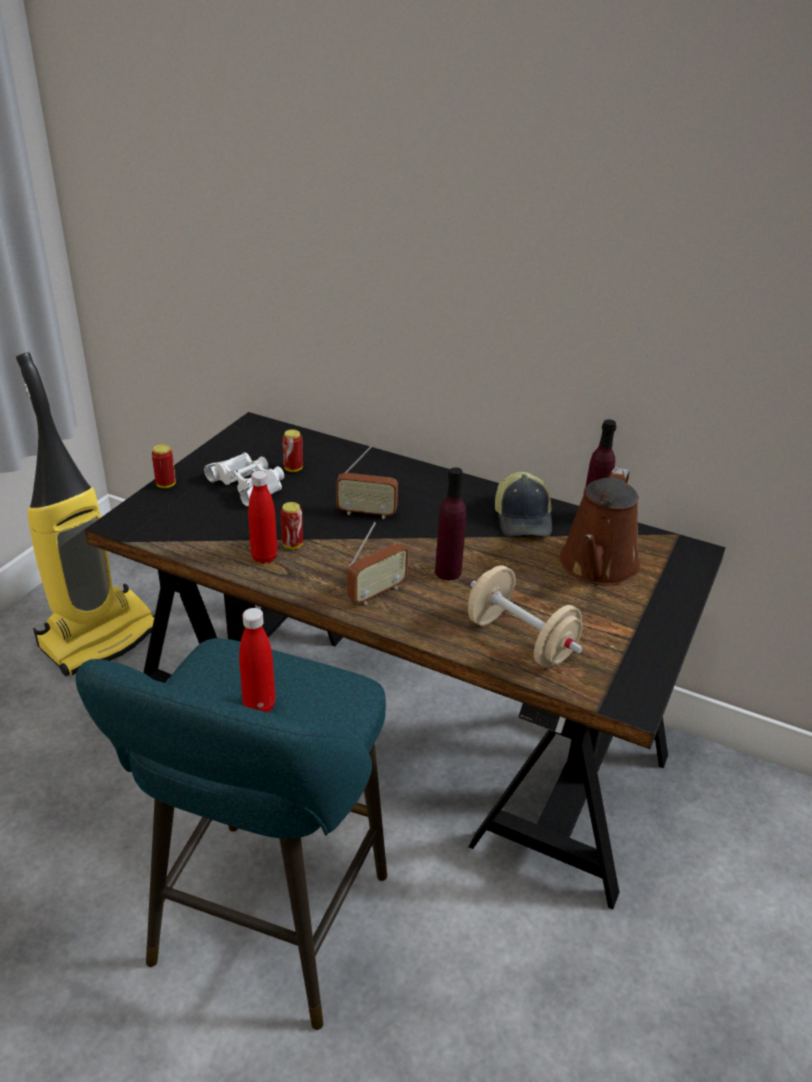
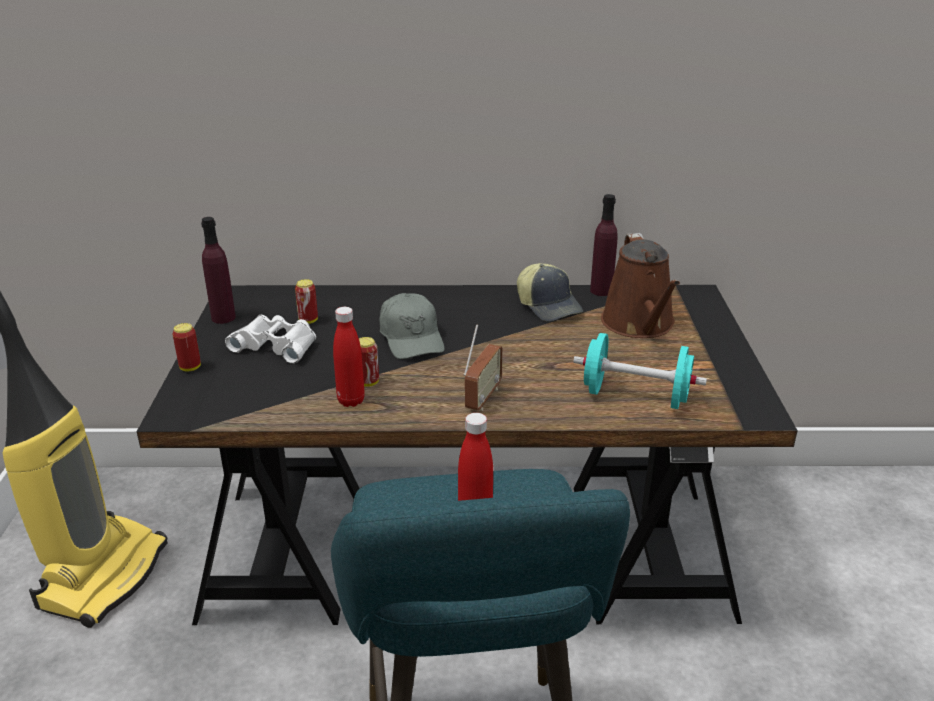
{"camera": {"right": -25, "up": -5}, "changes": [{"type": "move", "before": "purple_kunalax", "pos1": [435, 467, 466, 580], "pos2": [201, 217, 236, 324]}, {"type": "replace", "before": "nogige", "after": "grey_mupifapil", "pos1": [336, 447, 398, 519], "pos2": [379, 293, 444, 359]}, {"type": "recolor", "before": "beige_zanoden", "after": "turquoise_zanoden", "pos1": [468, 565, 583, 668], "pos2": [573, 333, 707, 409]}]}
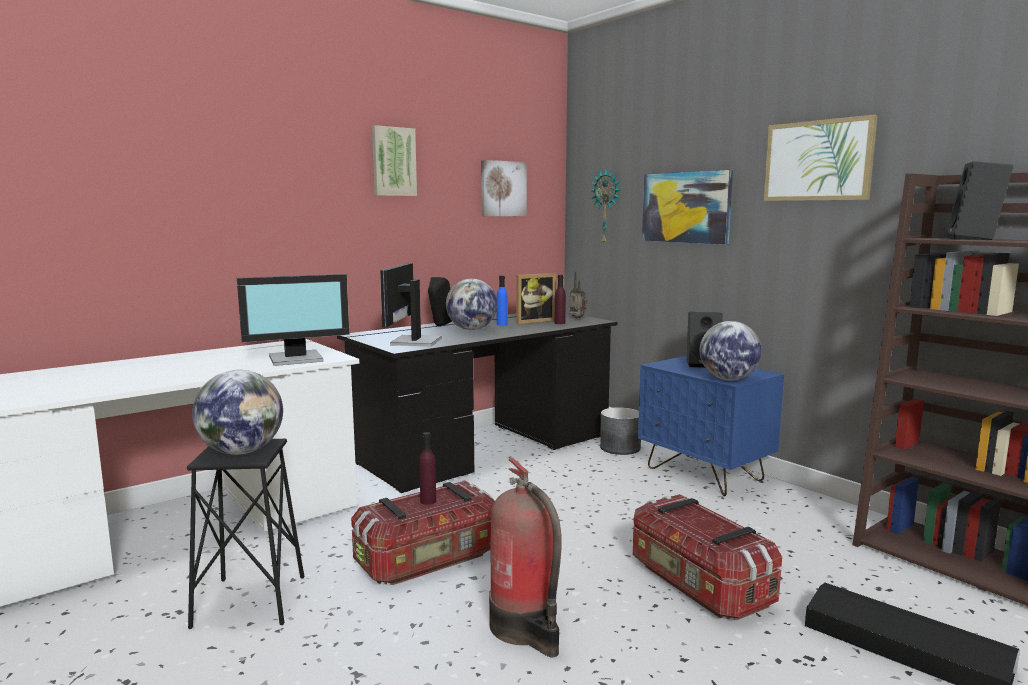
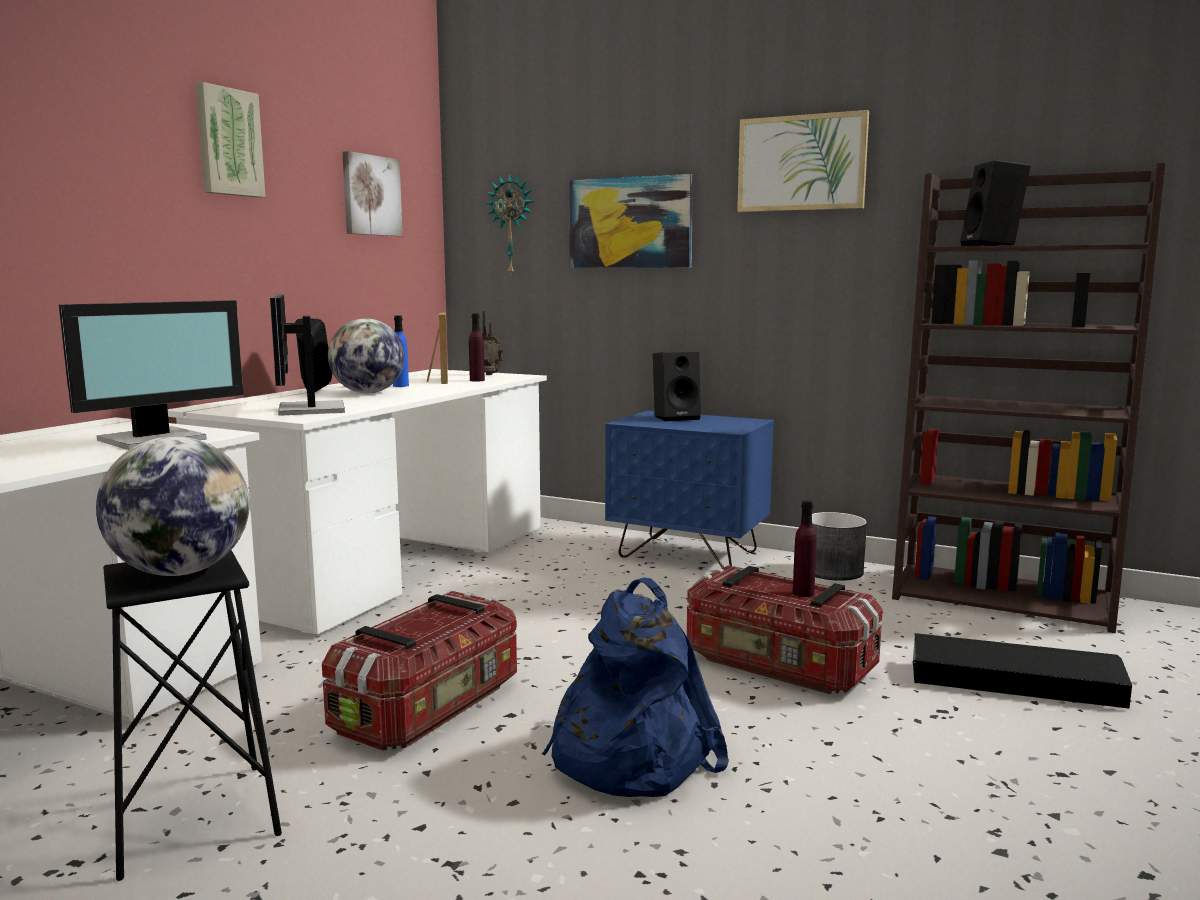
{"camera": {"right": -25, "up": 0}, "changes": [{"type": "recolor", "before": "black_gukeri", "after": "white_gukeri", "pos1": [337, 313, 617, 493], "pos2": [168, 369, 547, 636]}, {"type": "rotate", "before": "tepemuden", "pos1": [516, 273, 556, 324], "pos2": [427, 312, 448, 384], "turn": -45}, {"type": "replace", "before": "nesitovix", "after": "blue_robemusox", "pos1": [489, 458, 561, 657], "pos2": [542, 577, 729, 797]}, {"type": "move", "before": "purple_kunalax", "pos1": [419, 432, 436, 505], "pos2": [793, 500, 817, 597]}, {"type": "move", "before": "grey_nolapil", "pos1": [600, 407, 641, 455], "pos2": [812, 512, 867, 581]}, {"type": "delete", "before": "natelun", "pos1": [700, 321, 762, 380]}]}
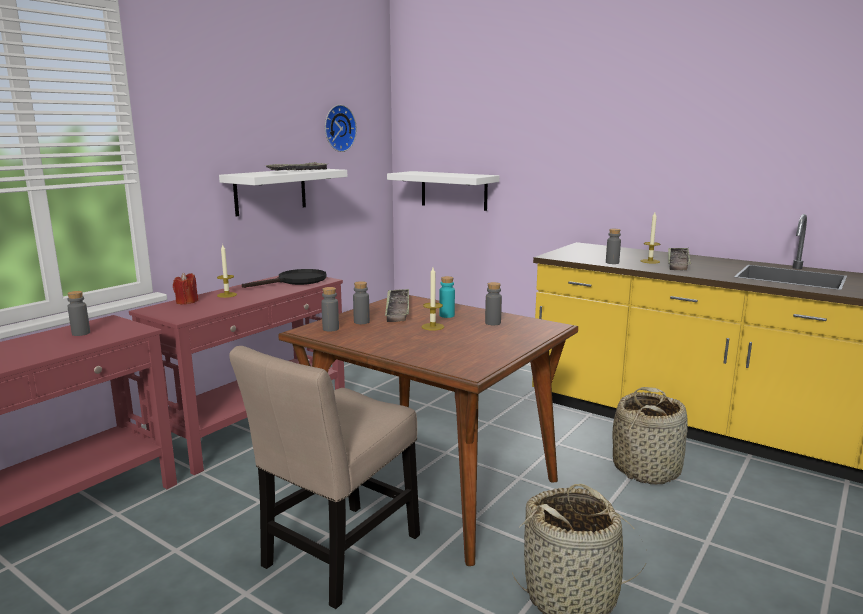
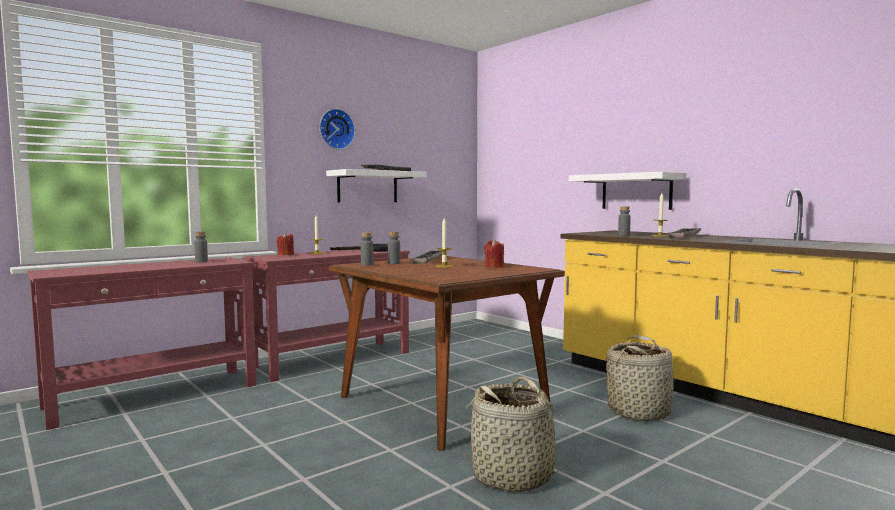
{"camera": {"right": 15, "up": -10}, "changes": [{"type": "move", "before": "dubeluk", "pos1": [325, 105, 357, 152], "pos2": [319, 109, 355, 149]}, {"type": "replace", "before": "grey_kunalax", "after": "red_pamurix", "pos1": [485, 282, 502, 325], "pos2": [484, 239, 504, 268]}, {"type": "move", "before": "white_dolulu", "pos1": [387, 171, 499, 211], "pos2": [569, 172, 686, 210]}, {"type": "delete", "before": "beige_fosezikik", "pos1": [229, 346, 420, 609]}, {"type": "delete", "before": "turquoise_kunalax", "pos1": [439, 276, 455, 318]}]}
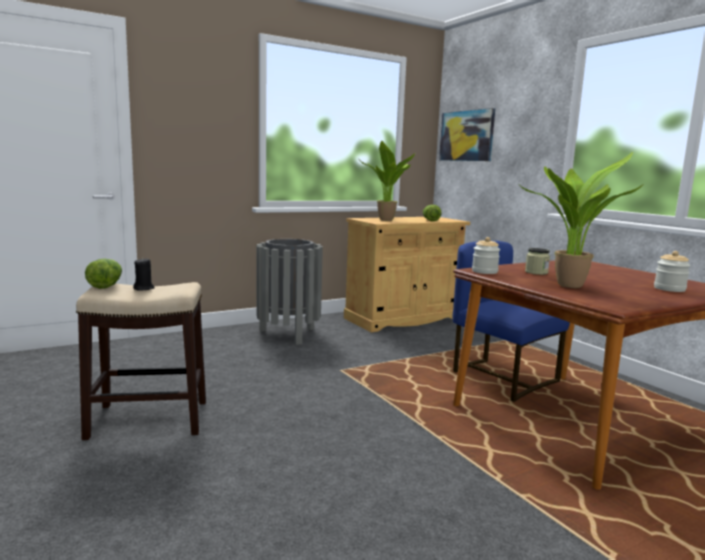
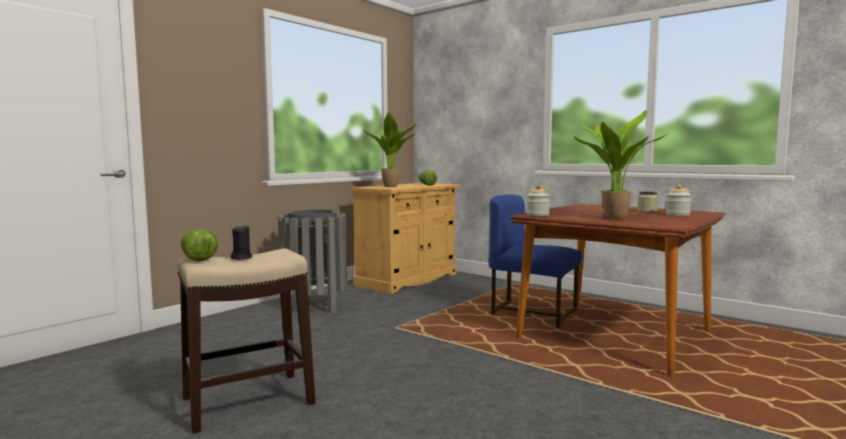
{"camera": {"right": -20, "up": -5}, "changes": [{"type": "move", "before": "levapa", "pos1": [525, 248, 550, 275], "pos2": [638, 192, 658, 212]}, {"type": "delete", "before": "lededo", "pos1": [439, 108, 495, 161]}]}
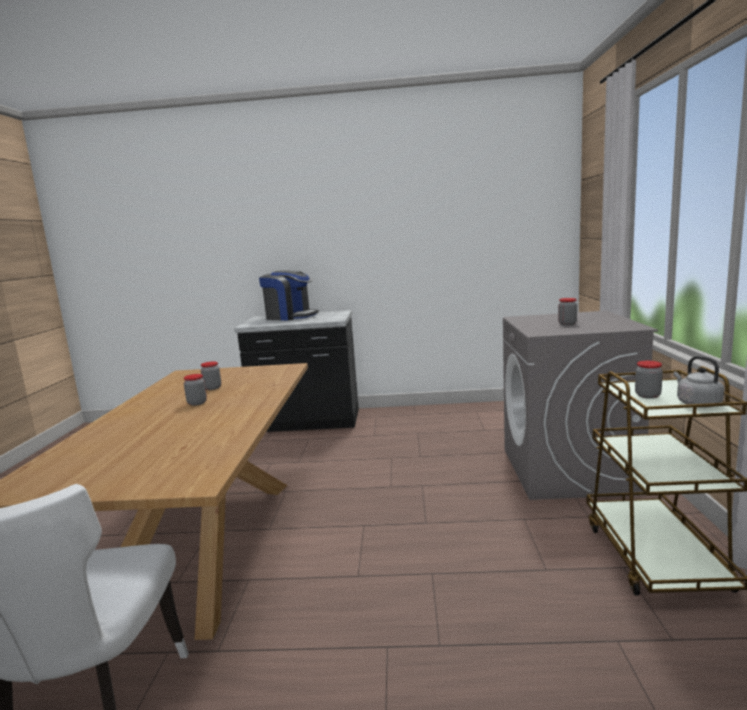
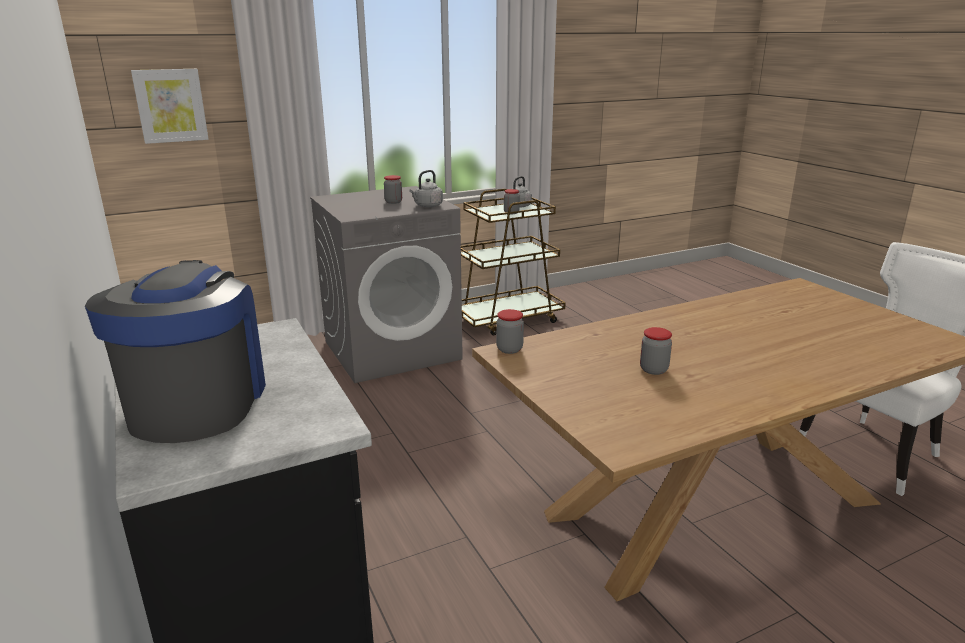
{"camera": {"right": -120, "up": 10}, "changes": [{"type": "insert", "after": "lededo", "pos2": [131, 69, 209, 144]}, {"type": "insert", "after": "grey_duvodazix", "pos2": [409, 170, 443, 207]}, {"type": "move", "before": "levapa", "pos1": [184, 374, 207, 406], "pos2": [496, 309, 524, 354]}]}
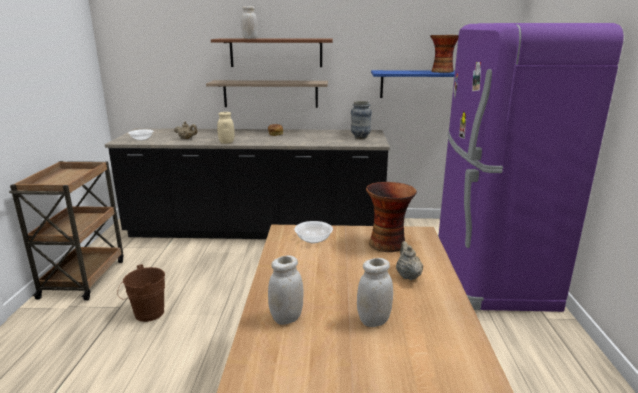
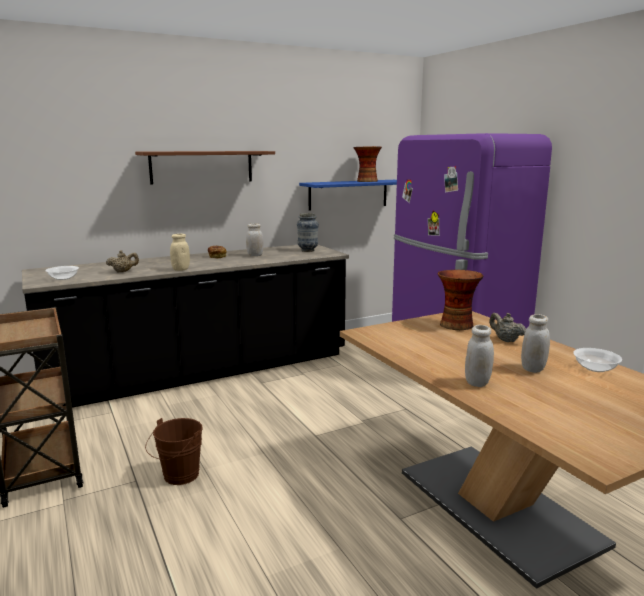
{"camera": {"right": -30, "up": -5}, "changes": [{"type": "move", "before": "white_levapa", "pos1": [241, 6, 258, 39], "pos2": [246, 224, 263, 256]}, {"type": "move", "before": "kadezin", "pos1": [294, 221, 333, 243], "pos2": [573, 348, 622, 372]}, {"type": "delete", "before": "dolulu", "pos1": [206, 80, 328, 108]}]}
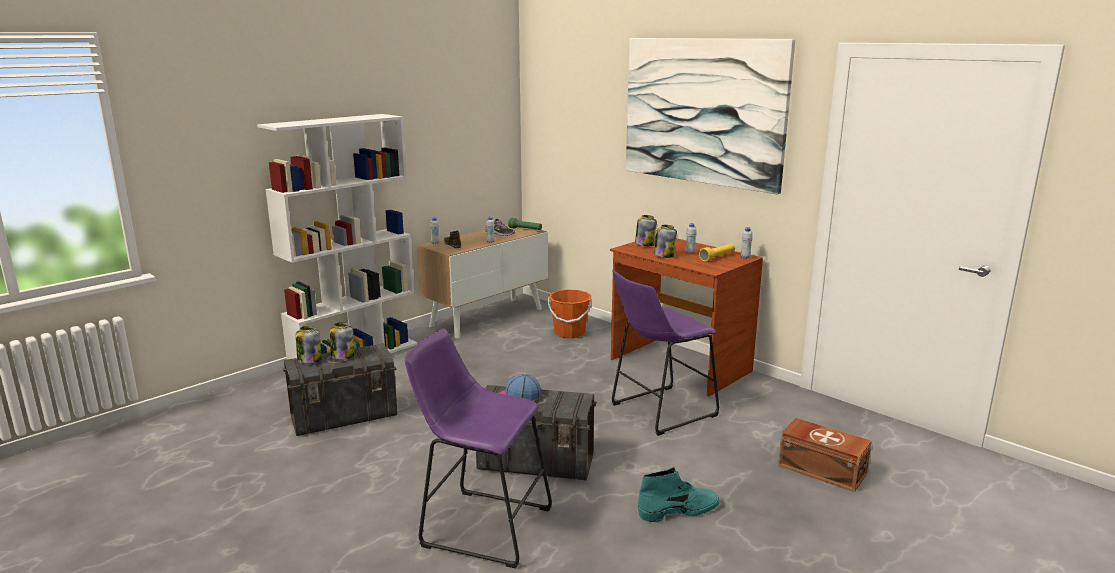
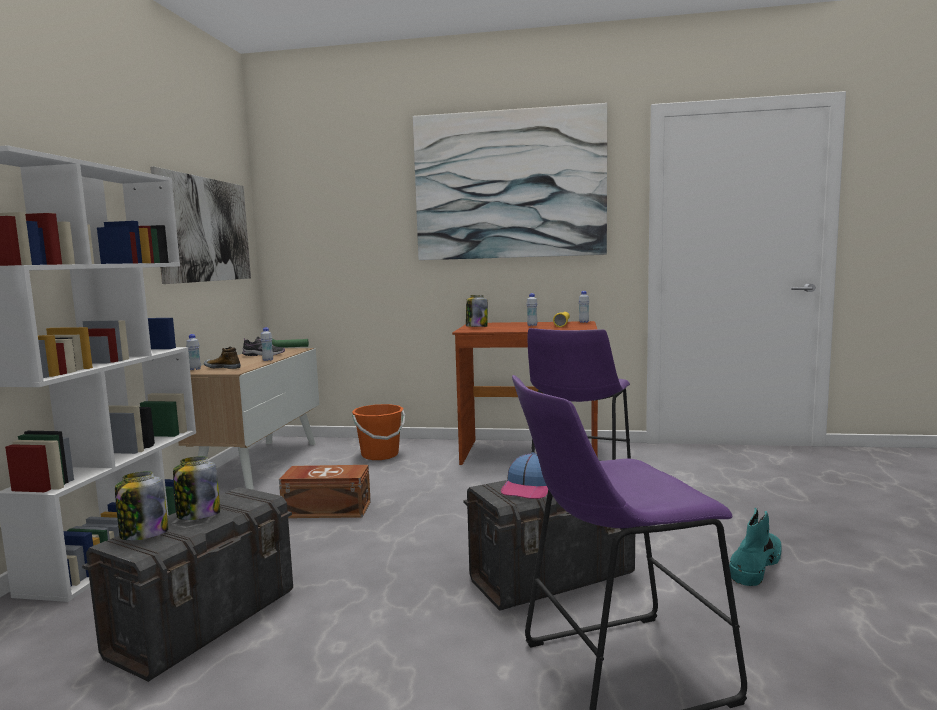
{"camera": {"right": -35, "up": -10}, "changes": [{"type": "insert", "after": "lededo", "pos2": [150, 167, 251, 284]}, {"type": "move", "before": "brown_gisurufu", "pos1": [778, 418, 872, 492], "pos2": [279, 465, 371, 518]}, {"type": "delete", "before": "levapa", "pos1": [654, 225, 677, 258]}]}
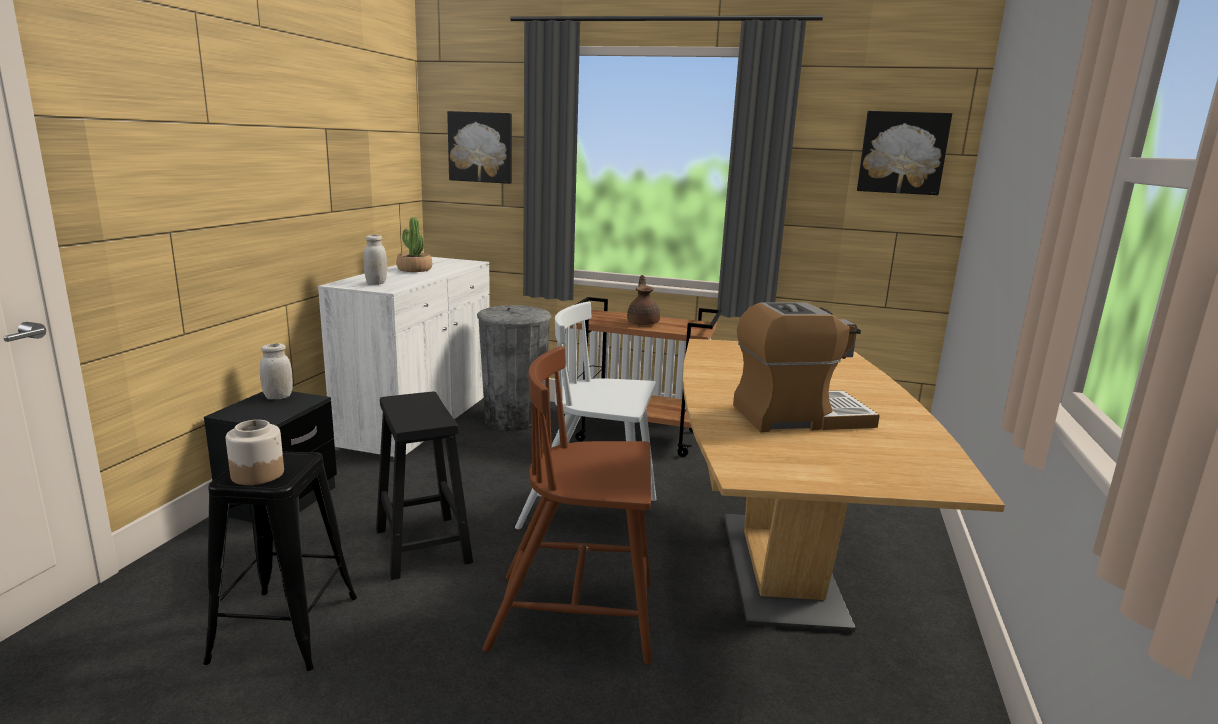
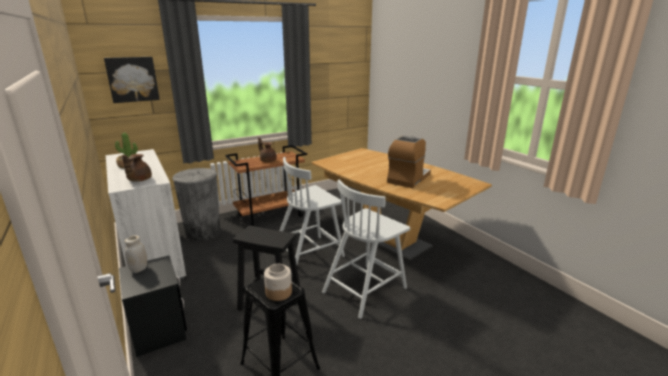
{"camera": {"right": -45, "up": 5}, "changes": [{"type": "replace", "before": "white_levapa", "after": "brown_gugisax", "pos1": [364, 234, 388, 285], "pos2": [122, 154, 152, 182]}, {"type": "recolor", "before": "brown_fosezikik", "after": "white_fosezikik", "pos1": [482, 346, 652, 664], "pos2": [322, 179, 410, 319]}, {"type": "delete", "before": "lededo", "pos1": [857, 111, 952, 195]}]}
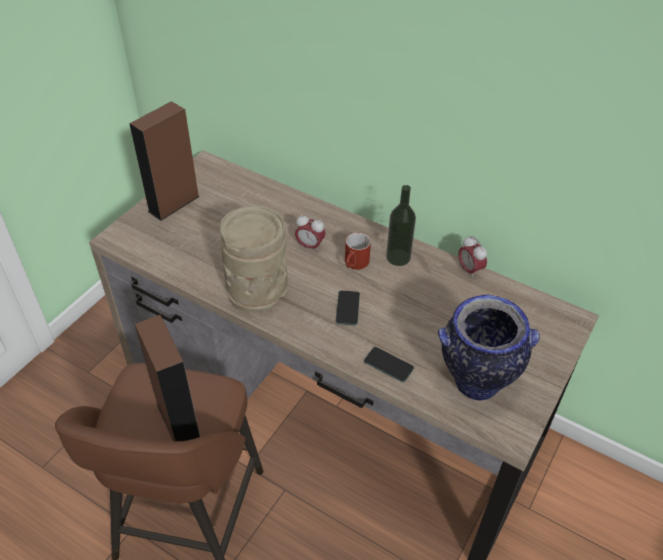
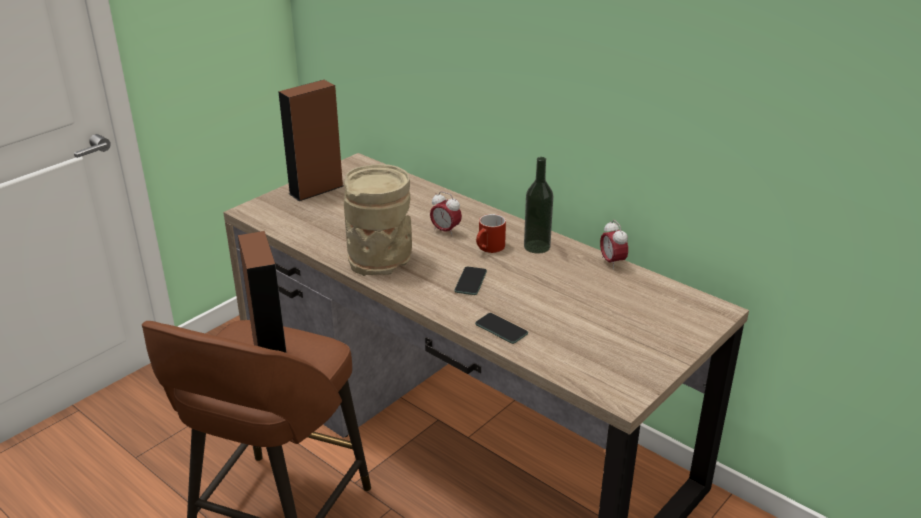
{"camera": {"right": 10, "up": -15}, "changes": [{"type": "delete", "before": "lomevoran", "pos1": [438, 295, 540, 400]}]}
